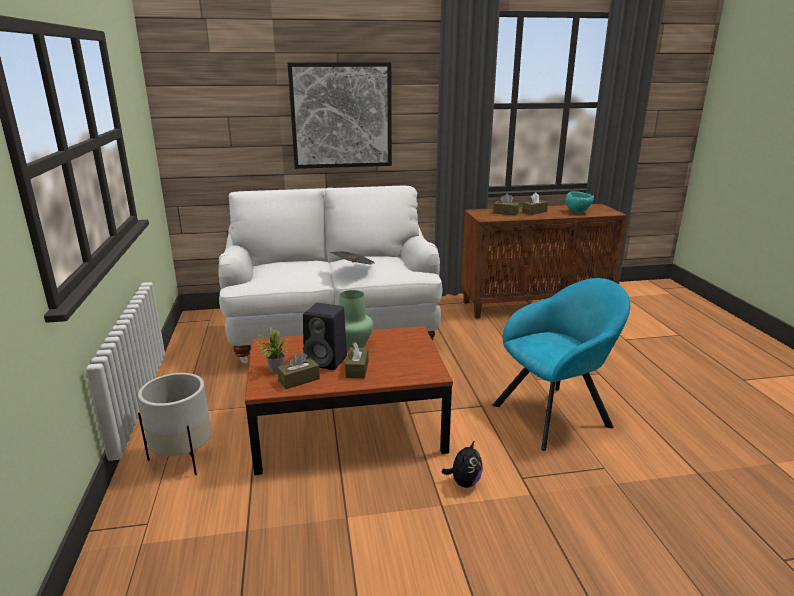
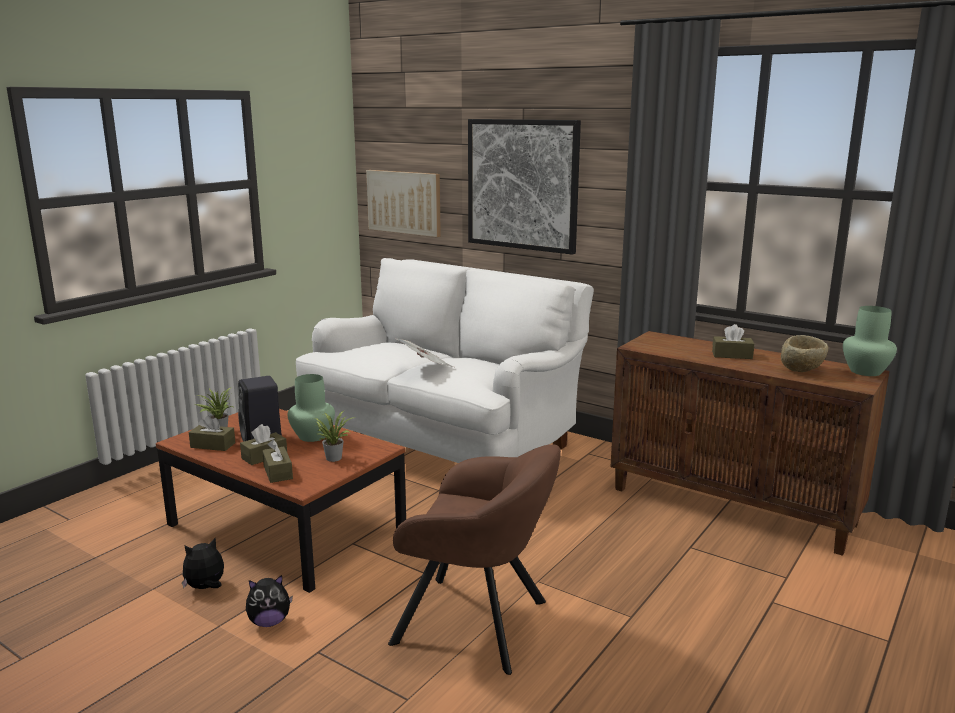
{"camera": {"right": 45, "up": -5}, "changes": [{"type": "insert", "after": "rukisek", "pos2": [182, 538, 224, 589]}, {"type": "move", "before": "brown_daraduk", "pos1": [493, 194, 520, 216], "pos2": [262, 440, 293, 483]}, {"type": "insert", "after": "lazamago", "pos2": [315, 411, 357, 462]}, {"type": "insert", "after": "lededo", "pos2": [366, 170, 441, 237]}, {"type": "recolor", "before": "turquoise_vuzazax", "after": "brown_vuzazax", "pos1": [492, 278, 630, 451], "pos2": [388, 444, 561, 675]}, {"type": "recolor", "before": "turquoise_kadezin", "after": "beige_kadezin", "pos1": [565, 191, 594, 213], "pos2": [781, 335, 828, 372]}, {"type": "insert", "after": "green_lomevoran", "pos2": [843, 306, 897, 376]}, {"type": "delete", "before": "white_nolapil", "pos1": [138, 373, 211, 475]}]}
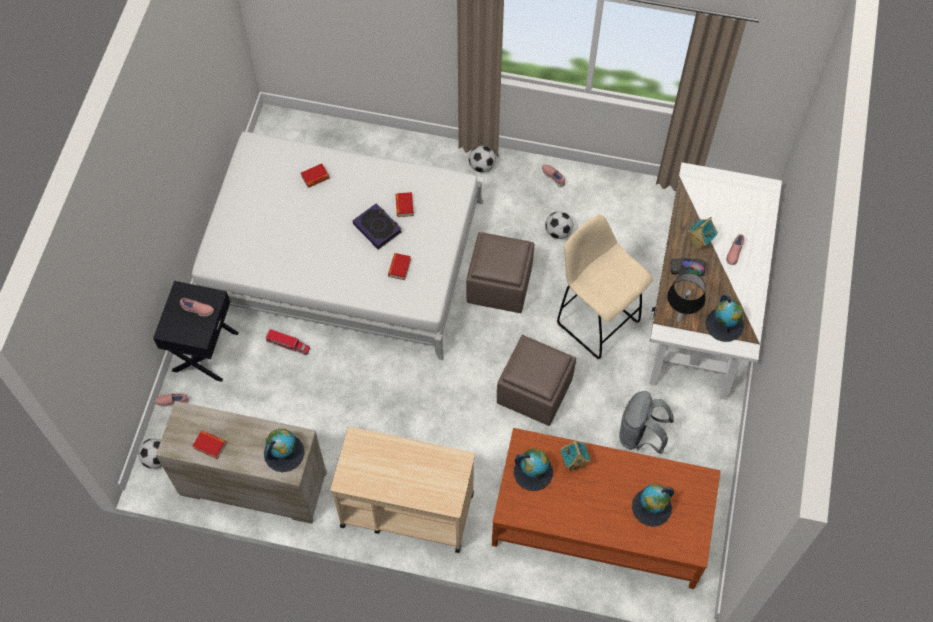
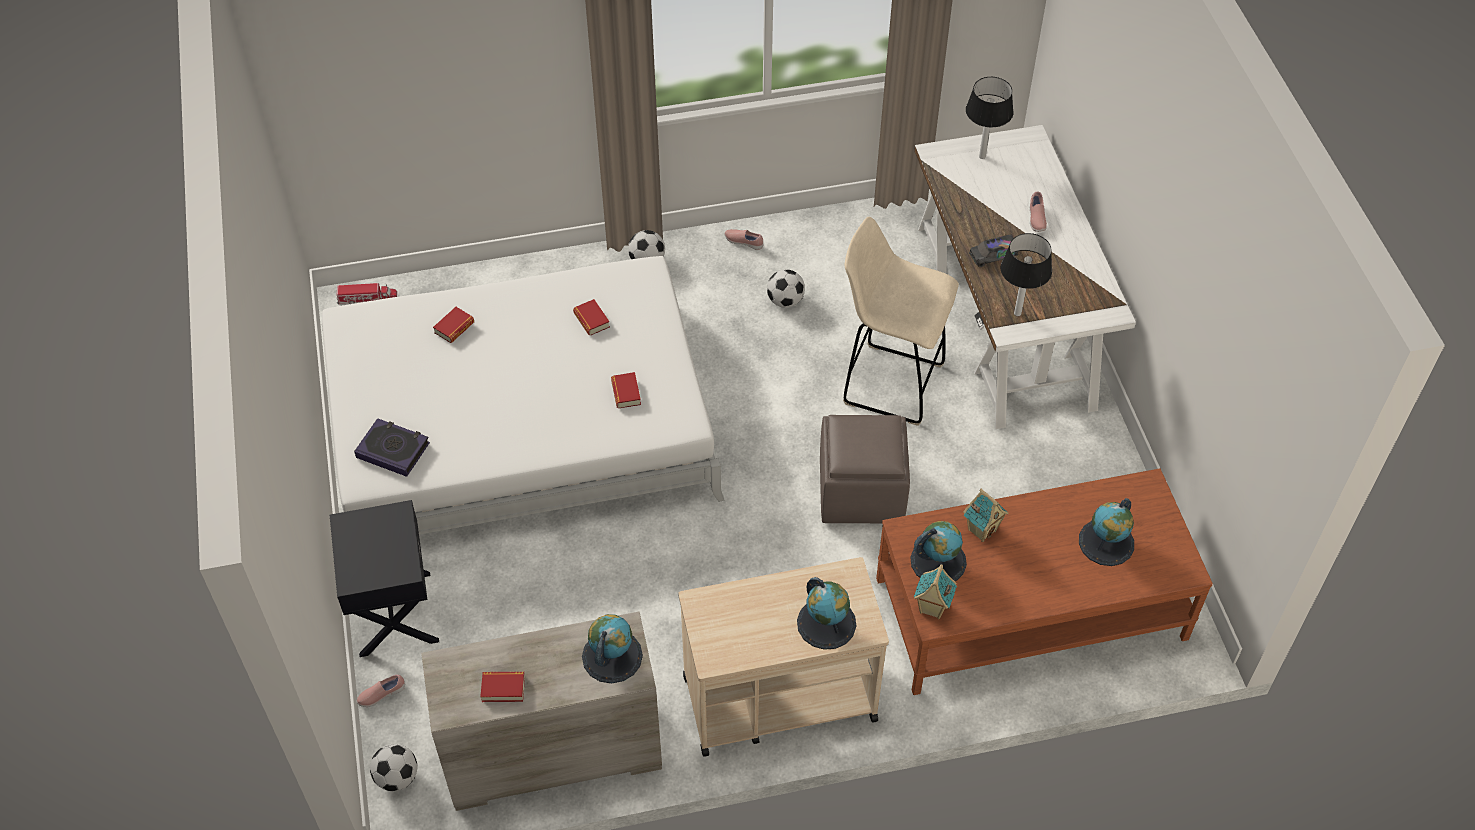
{"camera": {"right": -25, "up": -10}, "changes": [{"type": "move", "before": "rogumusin", "pos1": [266, 329, 310, 355], "pos2": [337, 283, 398, 305]}, {"type": "move", "before": "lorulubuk", "pos1": [353, 204, 402, 250], "pos2": [354, 418, 430, 477]}, {"type": "move", "before": "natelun", "pos1": [706, 294, 744, 342], "pos2": [797, 577, 856, 650]}, {"type": "move", "before": "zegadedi", "pos1": [688, 217, 718, 251], "pos2": [914, 564, 957, 619]}, {"type": "insert", "after": "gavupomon", "pos2": [966, 77, 1013, 159]}, {"type": "delete", "before": "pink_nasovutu", "pos1": [180, 298, 214, 317]}, {"type": "delete", "before": "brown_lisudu", "pos1": [466, 232, 534, 313]}, {"type": "delete", "before": "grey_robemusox", "pos1": [619, 391, 674, 454]}]}
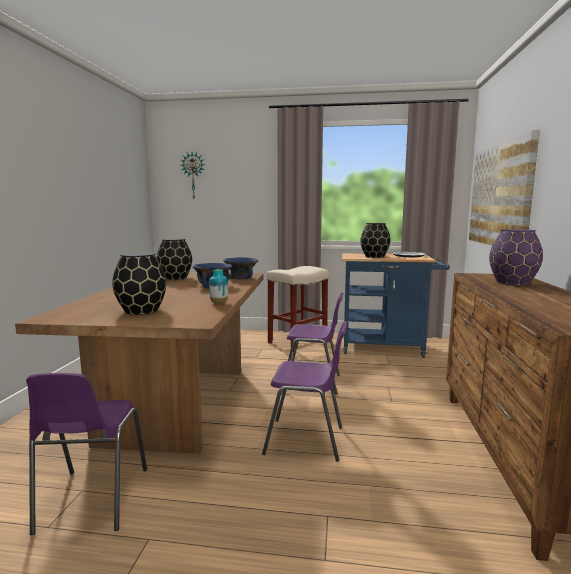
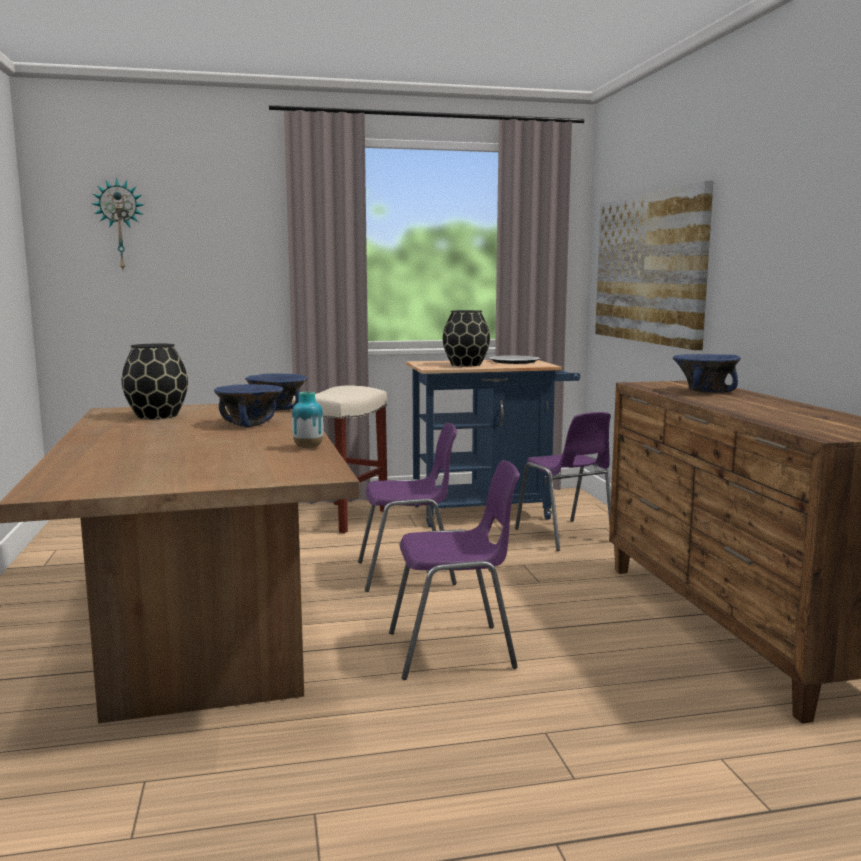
{"camera": {"right": -20, "up": 0}, "changes": [{"type": "move", "before": "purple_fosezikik", "pos1": [26, 373, 147, 535], "pos2": [515, 412, 611, 551]}, {"type": "replace", "before": "purple_lomevoran", "after": "blue_kadezin", "pos1": [489, 229, 543, 285], "pos2": [673, 354, 741, 393]}, {"type": "delete", "before": "black_lomevoran", "pos1": [112, 252, 166, 315]}]}
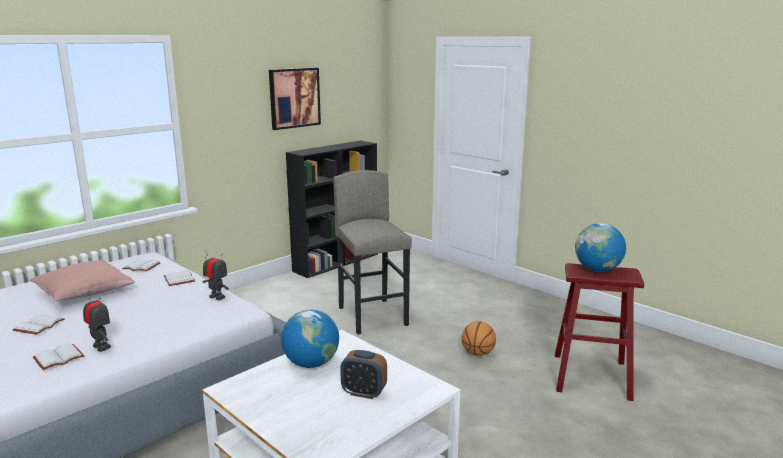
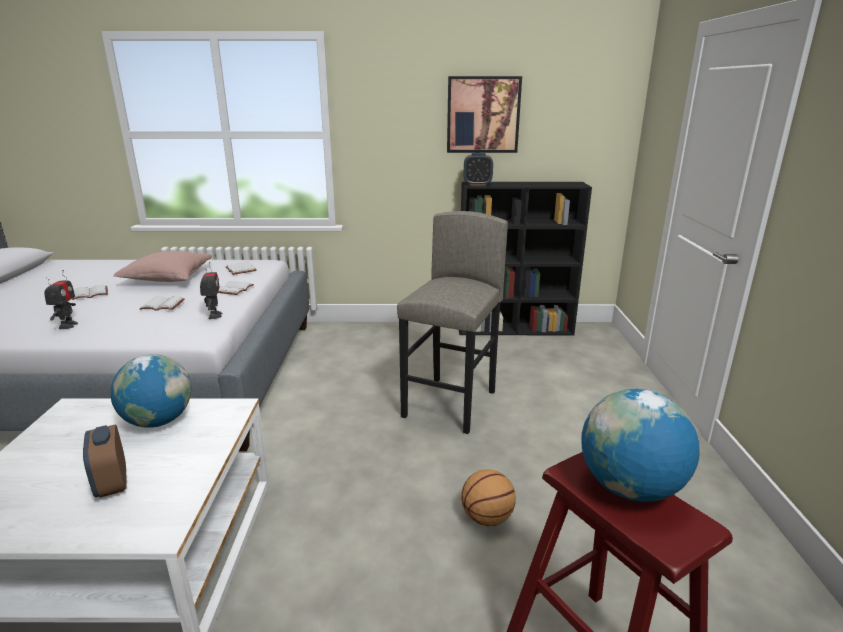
{"camera": {"right": 45, "up": 5}, "changes": [{"type": "move", "before": "white_lorulubuk", "pos1": [33, 343, 84, 370], "pos2": [140, 296, 185, 311]}, {"type": "insert", "after": "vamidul", "pos2": [463, 153, 493, 186]}]}
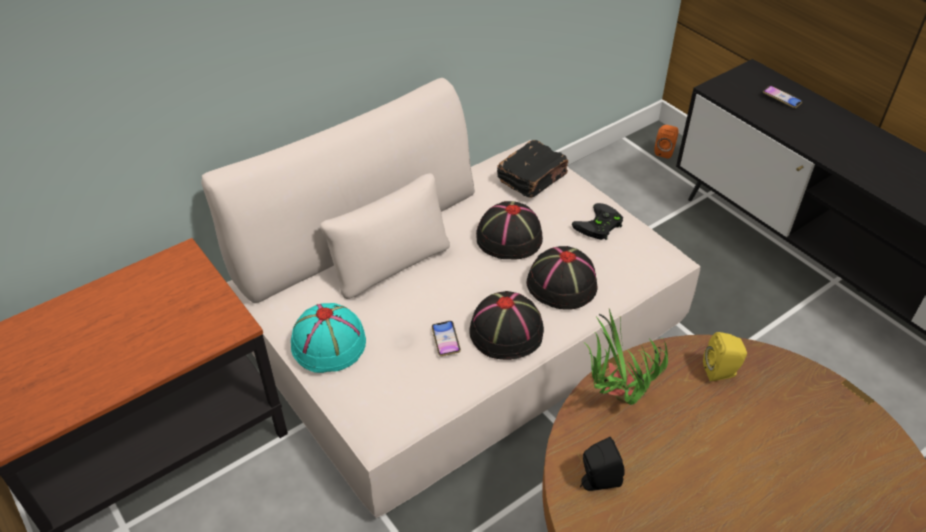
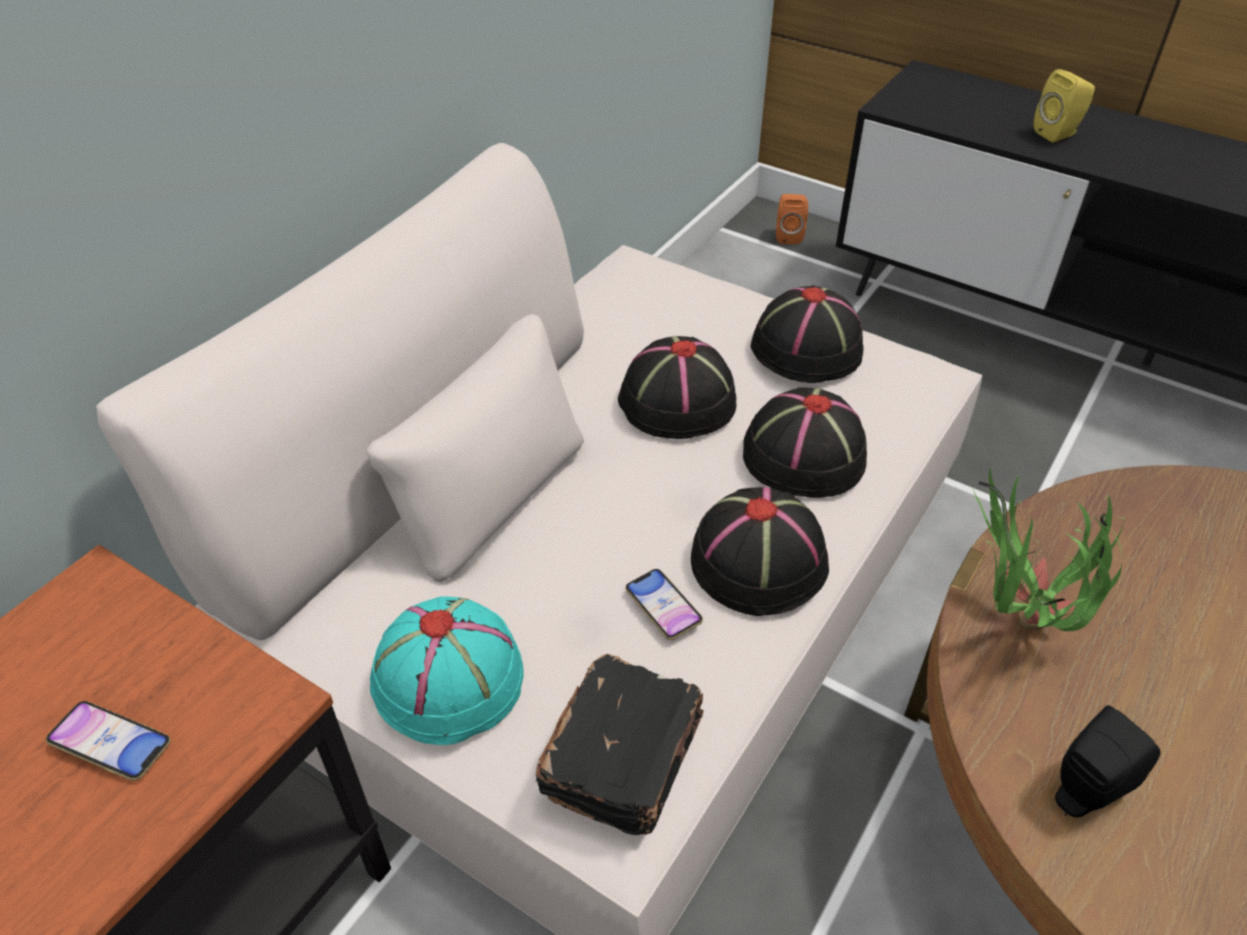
{"camera": {"right": -20, "up": 0}, "changes": [{"type": "move", "before": "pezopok", "pos1": [763, 86, 802, 108], "pos2": [46, 701, 171, 781]}, {"type": "move", "before": "black_lorulubuk", "pos1": [497, 140, 568, 198], "pos2": [536, 654, 704, 835]}, {"type": "replace", "before": "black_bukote", "after": "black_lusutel", "pos1": [572, 203, 623, 240], "pos2": [750, 285, 864, 383]}, {"type": "move", "before": "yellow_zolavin", "pos1": [703, 332, 747, 382], "pos2": [1034, 69, 1095, 142]}]}
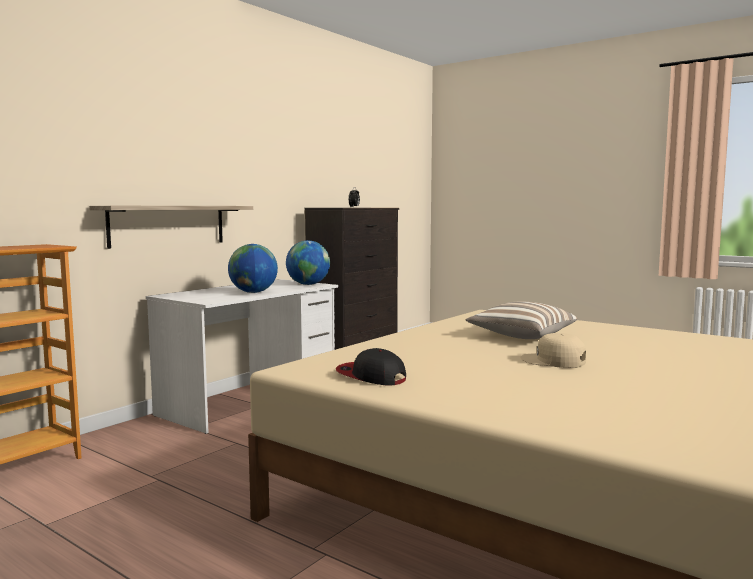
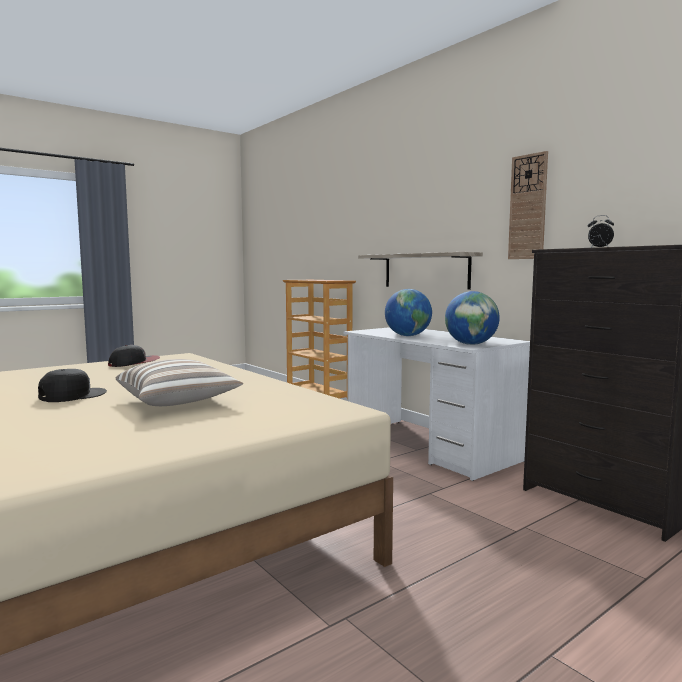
{"camera": {"right": 105, "up": 0}, "changes": [{"type": "recolor", "before": "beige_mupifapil", "after": "black_mupifapil", "pos1": [520, 333, 586, 368], "pos2": [38, 369, 107, 402]}, {"type": "insert", "after": "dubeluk", "pos2": [508, 151, 548, 259]}]}
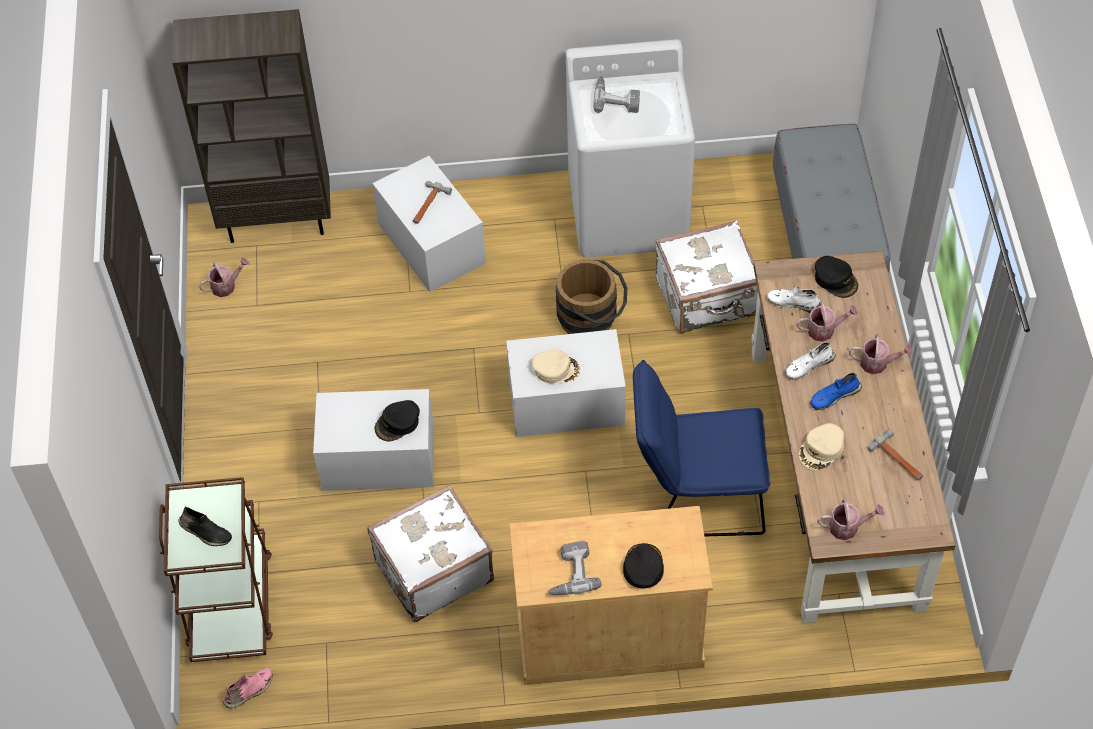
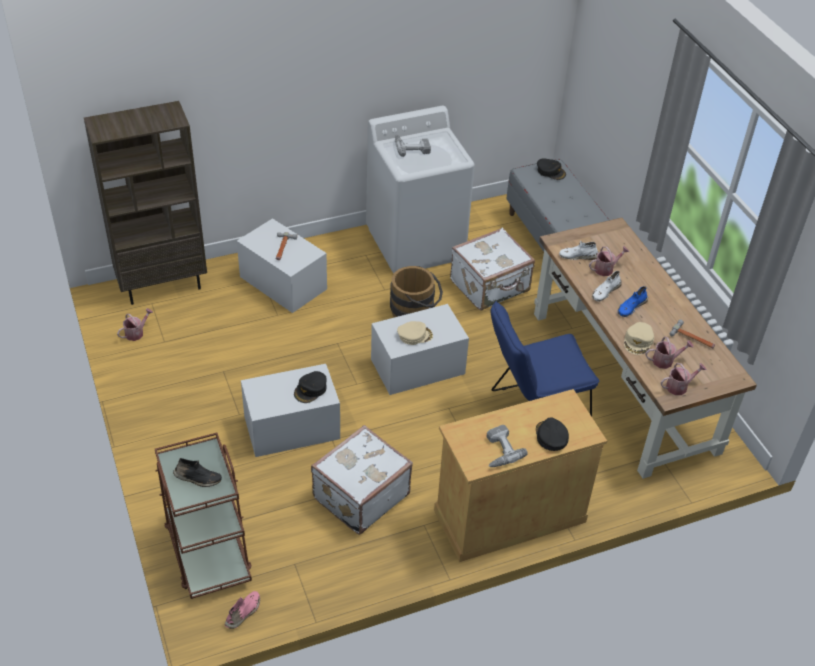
{"camera": {"right": -20, "up": -10}, "changes": [{"type": "move", "before": "black_mupifapil", "pos1": [815, 256, 858, 298], "pos2": [537, 158, 566, 180]}, {"type": "move", "before": "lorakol", "pos1": [849, 334, 913, 374], "pos2": [645, 337, 694, 369]}]}
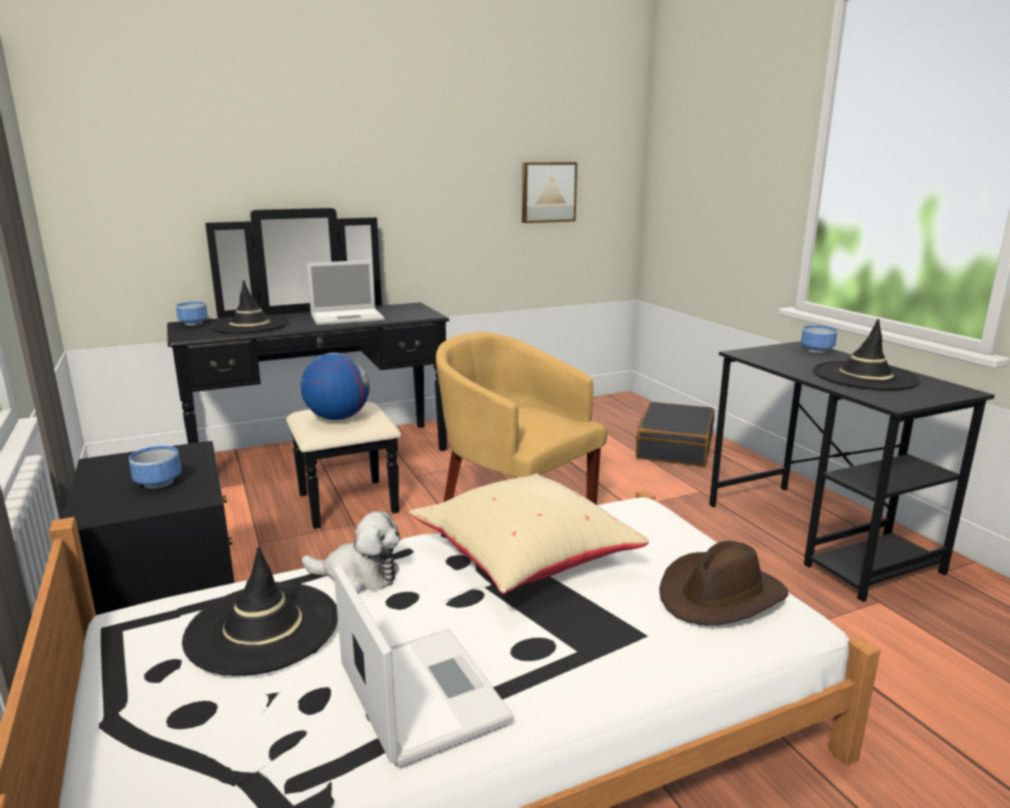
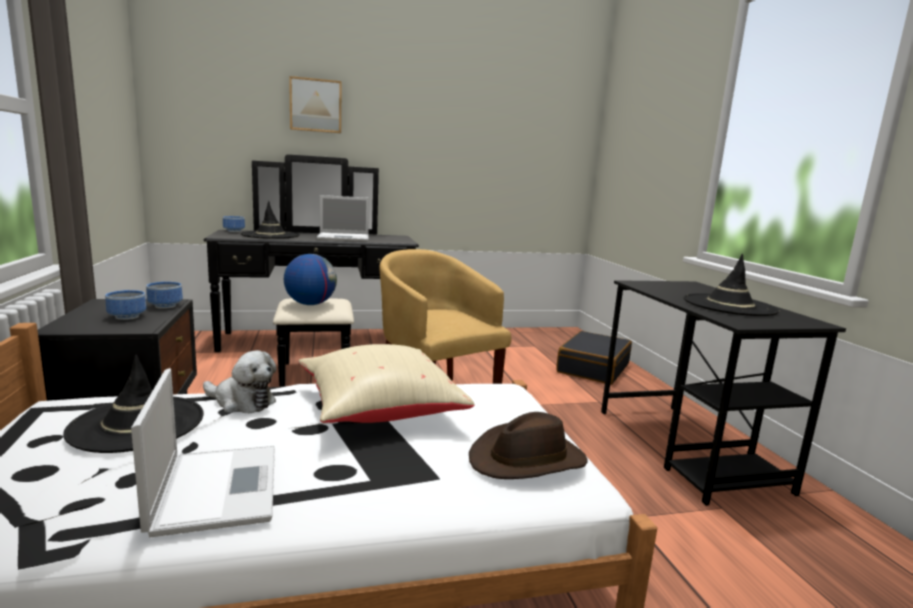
{"camera": {"right": 10, "up": -5}, "changes": [{"type": "move", "before": "kadezin", "pos1": [801, 325, 837, 353], "pos2": [146, 282, 183, 309]}, {"type": "move", "before": "lededo", "pos1": [522, 162, 577, 223], "pos2": [289, 76, 342, 133]}]}
